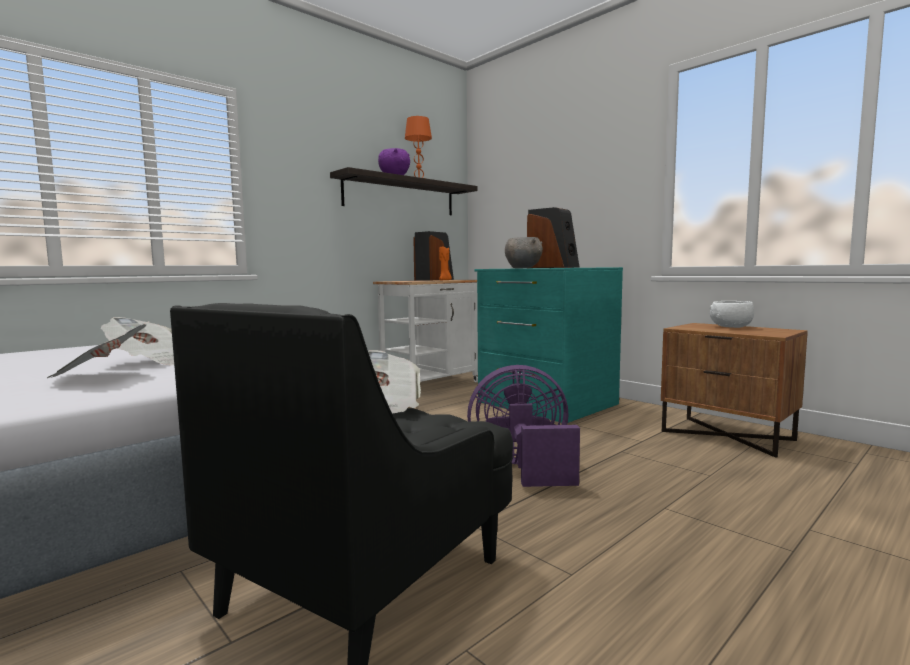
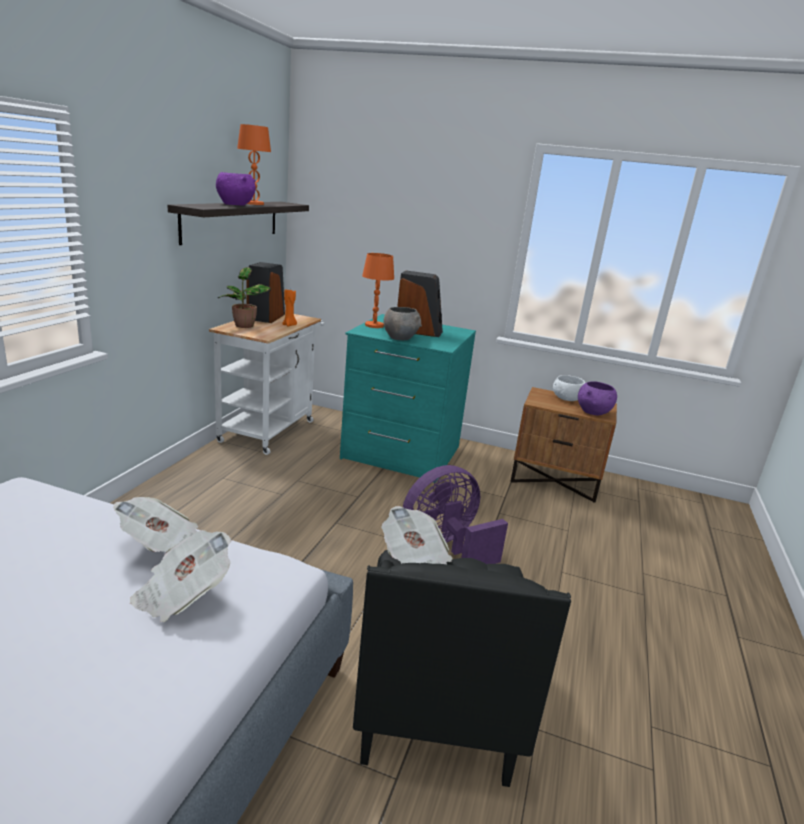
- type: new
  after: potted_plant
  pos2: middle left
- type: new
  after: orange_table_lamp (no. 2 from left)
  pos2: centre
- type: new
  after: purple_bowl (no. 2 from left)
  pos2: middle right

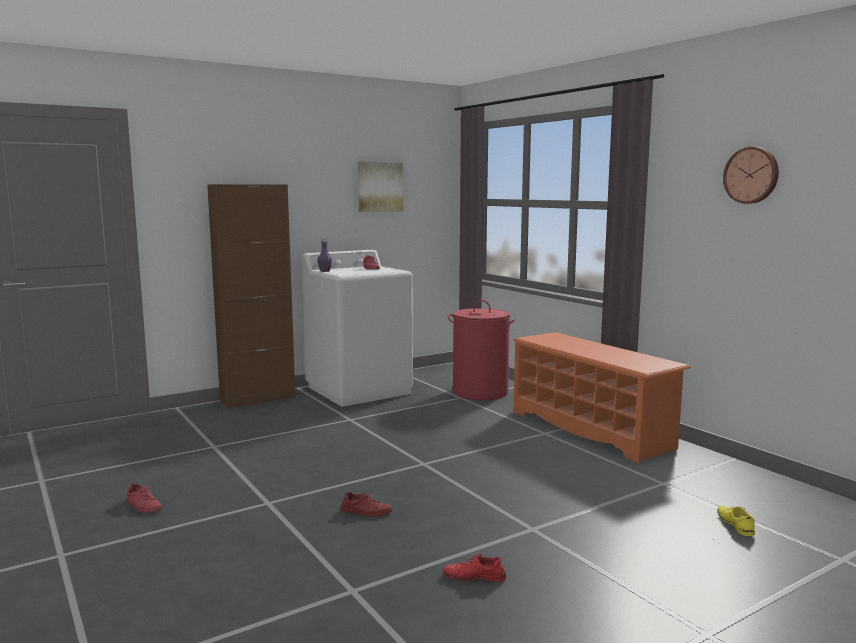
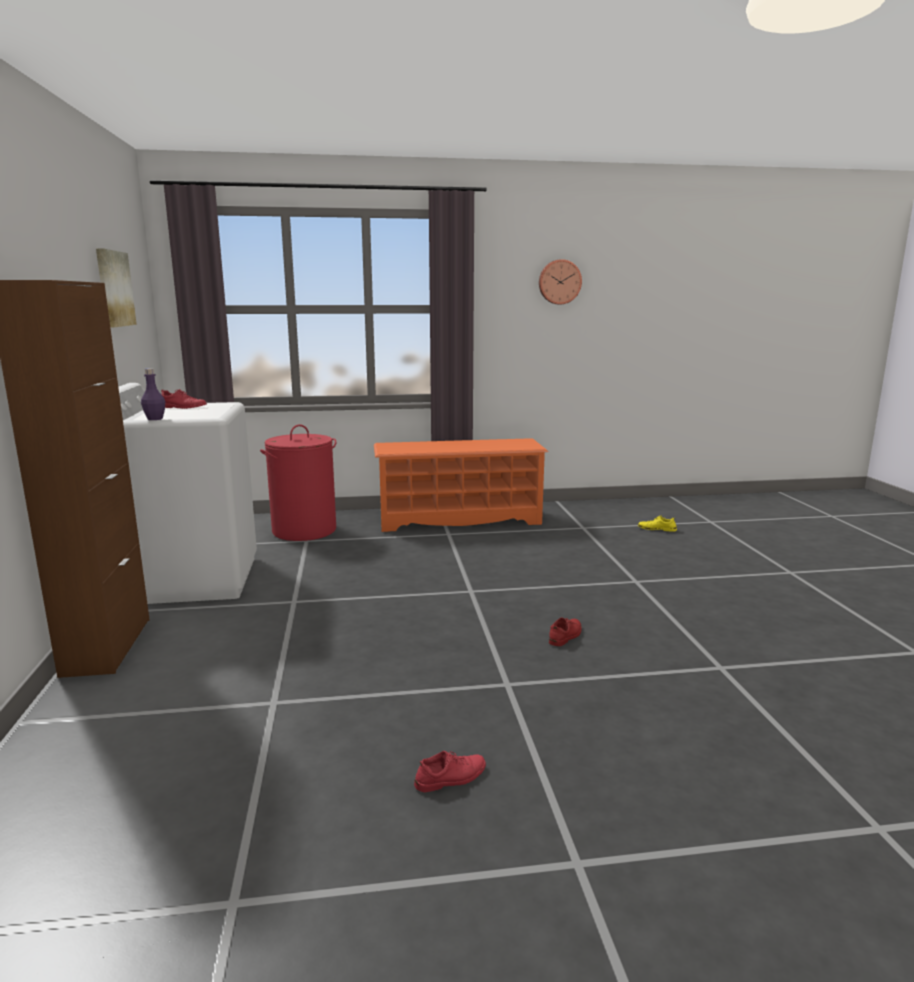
- type: gone
  before: red_shoe (no. 4 from left)
  pos1: bottom centre

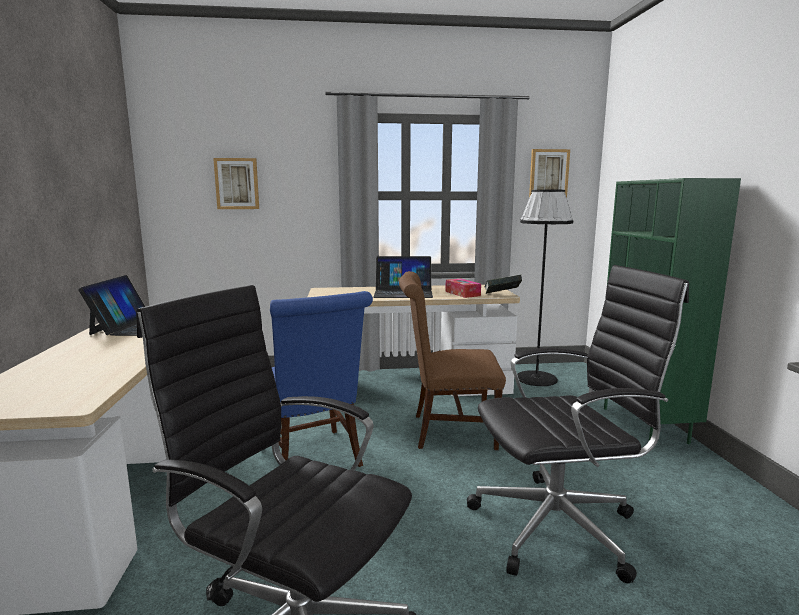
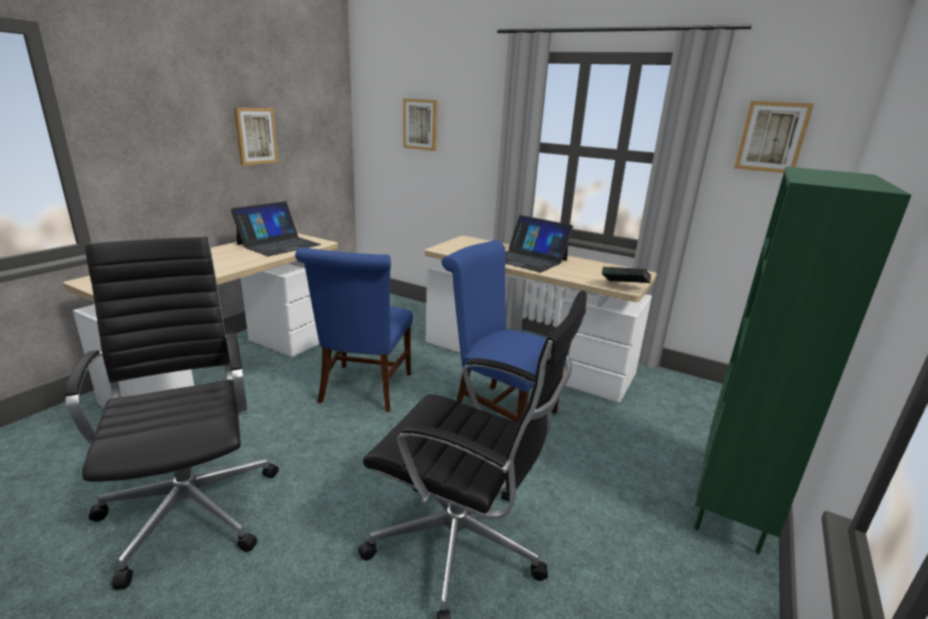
- type: gone
  before: tissue_box
  pos1: centre
- type: gone
  before: black_floor_lamp
  pos1: middle right
- type: new
  after: picture (no. 1 from left)
  pos2: top left
- type: repainted
  before: brown_chair
  after: blue_chair (no. 2 from left)
  pos1: centre
  pos2: centre

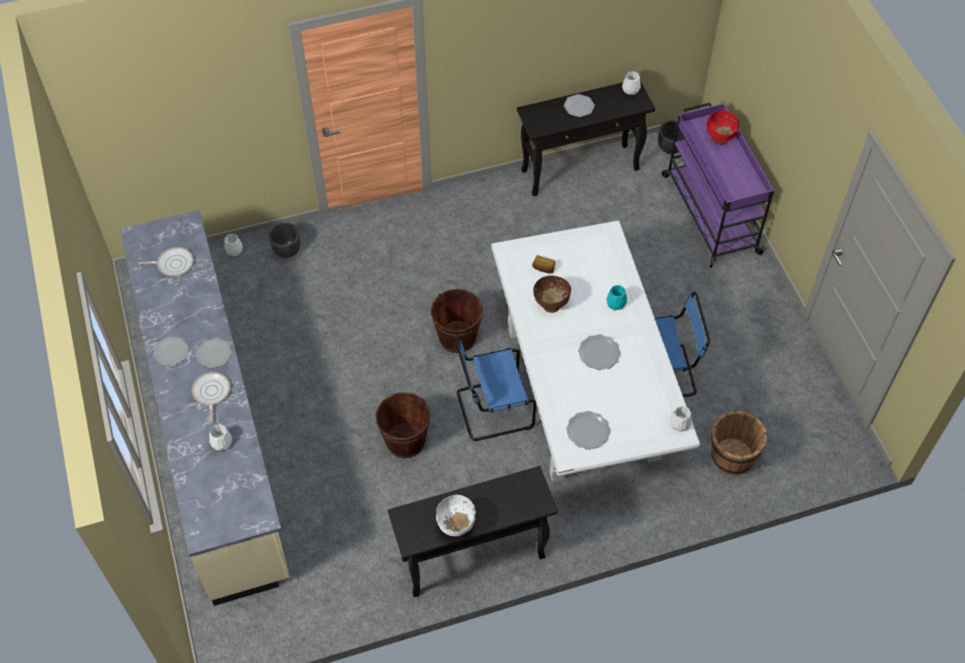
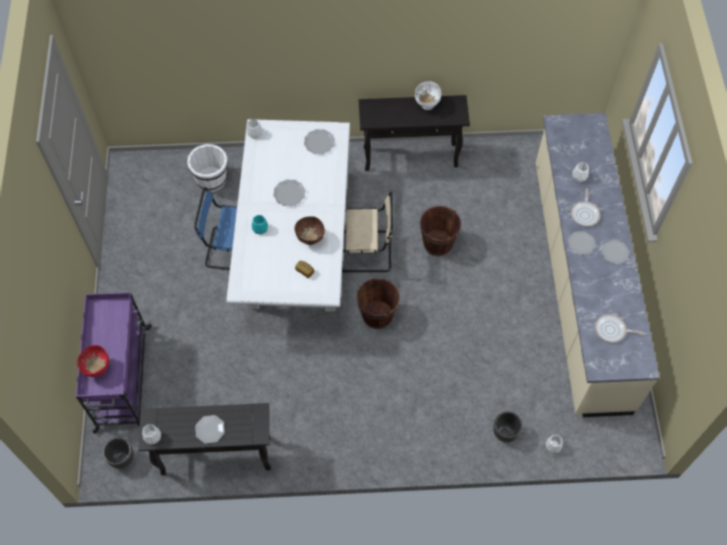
- type: repainted
  before: blue_chair (no. 1 from left)
  after: beige_chair
  pos1: centre
  pos2: centre
- type: repainted
  before: brown_bucket (no. 3 from left)
  after: white_bucket
  pos1: bottom right
  pos2: top left

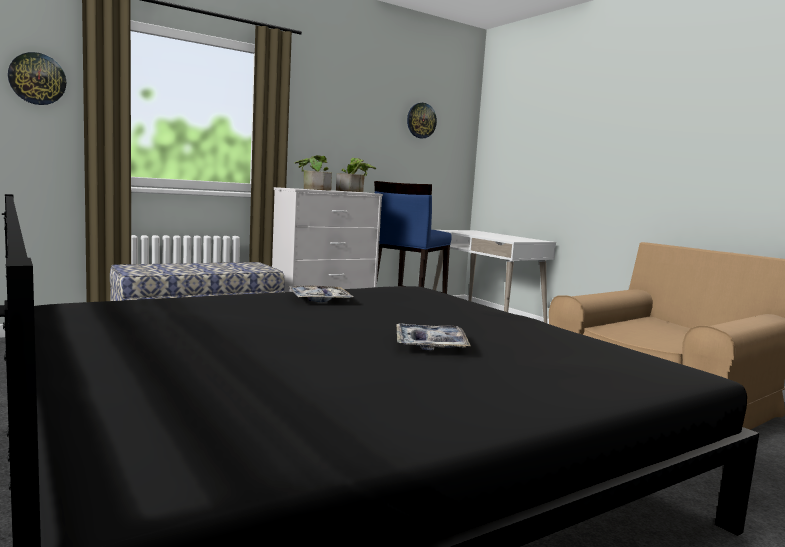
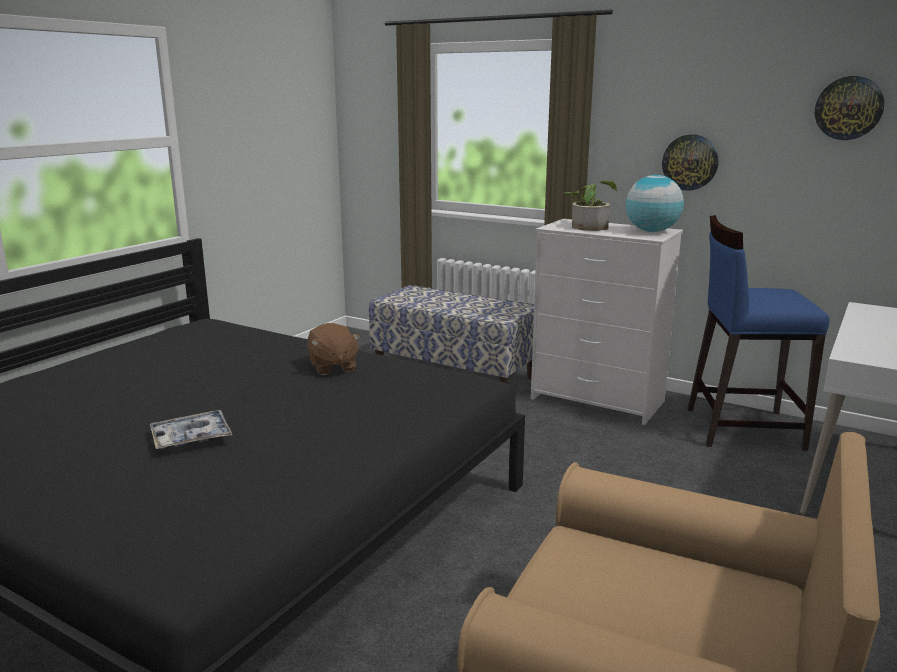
- type: shifted
  before: wall_clock (no. 1 from left)
  pos1: top left
  pos2: top right
- type: swapped
  before: tray (no. 1 from left)
  after: brown_plush_toy
  pos1: centre
  pos2: centre
- type: swapped
  before: potted_plant (no. 2 from left)
  after: globe
  pos1: top centre
  pos2: top right

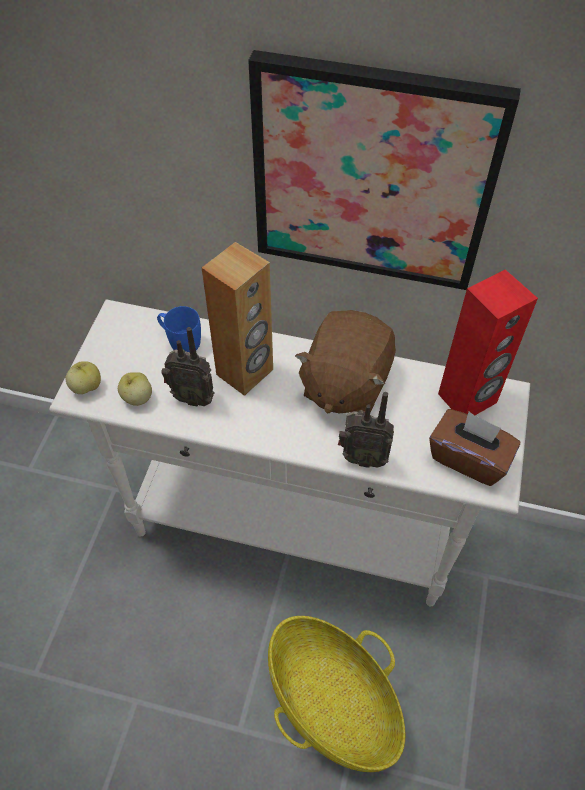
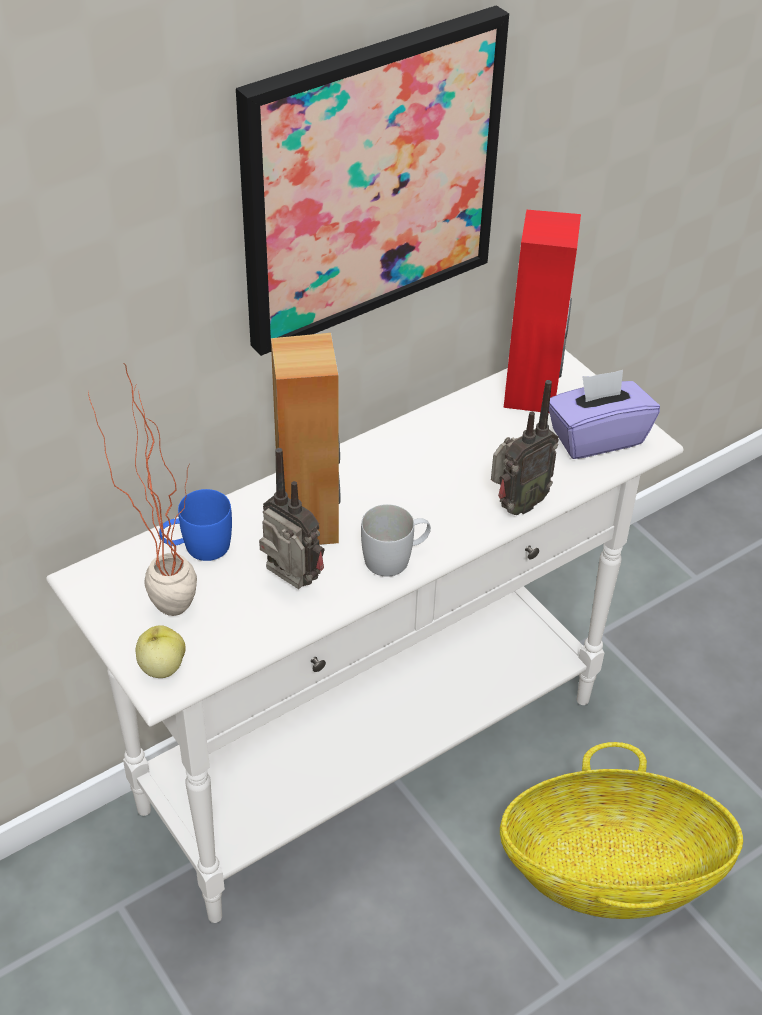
- type: gone
  before: apple (no. 2 from left)
  pos1: middle left
- type: gone
  before: brown_plush_toy
  pos1: centre
- type: new
  after: potted_plant
  pos2: middle left
- type: new
  after: white_mug
  pos2: centre
- type: repainted
  before: brown_tissue_box
  after: purple_tissue_box
  pos1: middle right
  pos2: middle right
- type: rotated
  before: radio (no. 1 from left)
  pos1: middle left
  pos2: centre
  turn: -105

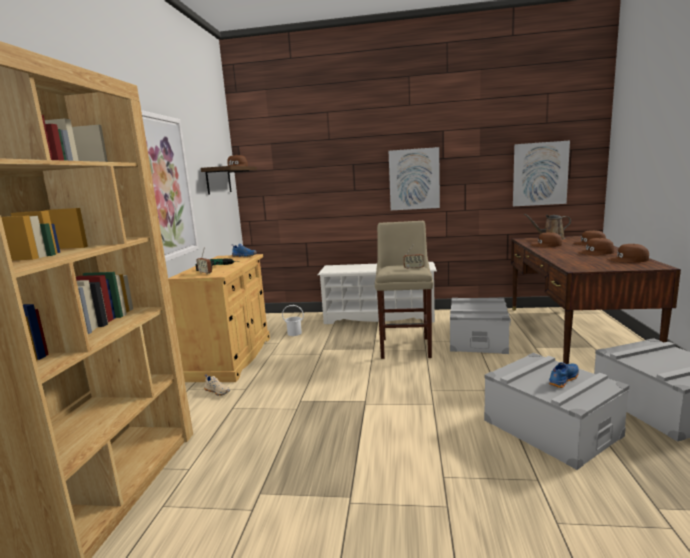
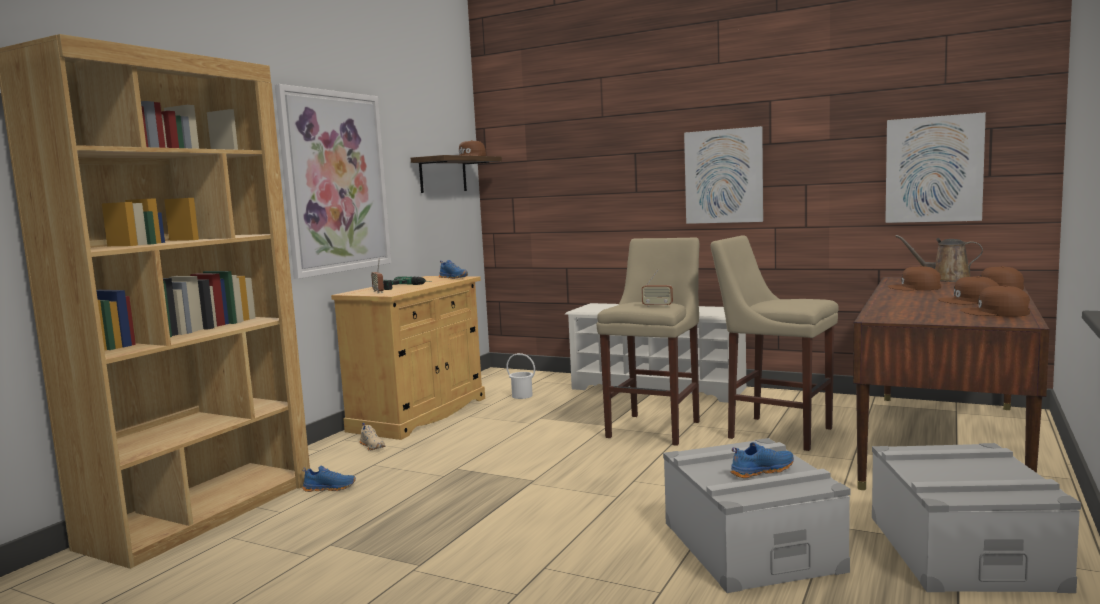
- type: new
  after: blue_shoe (no. 1 from left)
  pos2: bottom left
- type: swapped
  before: grey_storage_box (no. 1 from left)
  after: beige_stool (no. 2 from left)
  pos1: middle right
  pos2: middle right

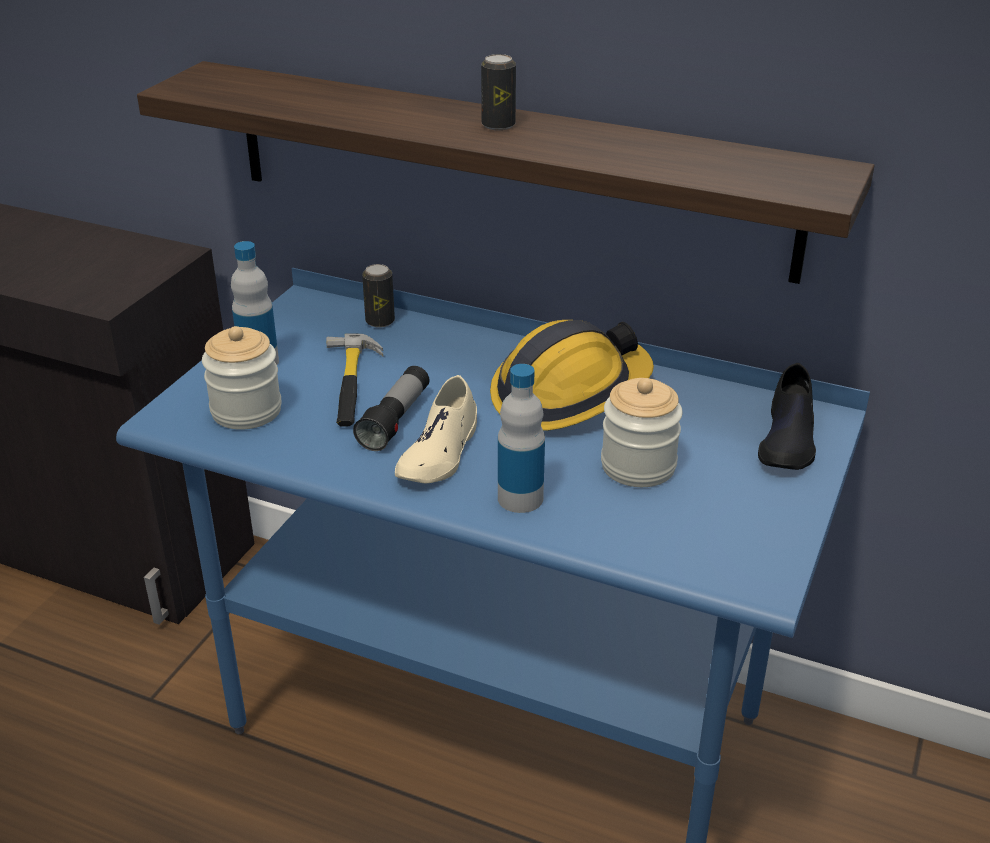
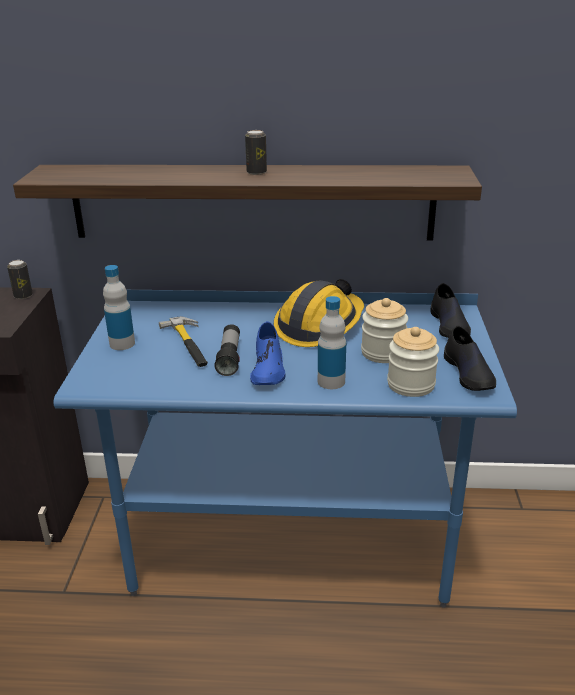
- type: new
  after: black_shoe (no. 2 from left)
  pos2: middle right
- type: shifted
  before: jar (no. 1 from left in the first image)
  after: jar (no. 2 from left)
  pos1: middle left
  pos2: middle right
- type: shifted
  before: can (no. 1 from left)
  pos1: centre
  pos2: middle left
- type: repainted
  before: beige_shoe
  after: blue_shoe
  pos1: centre
  pos2: centre

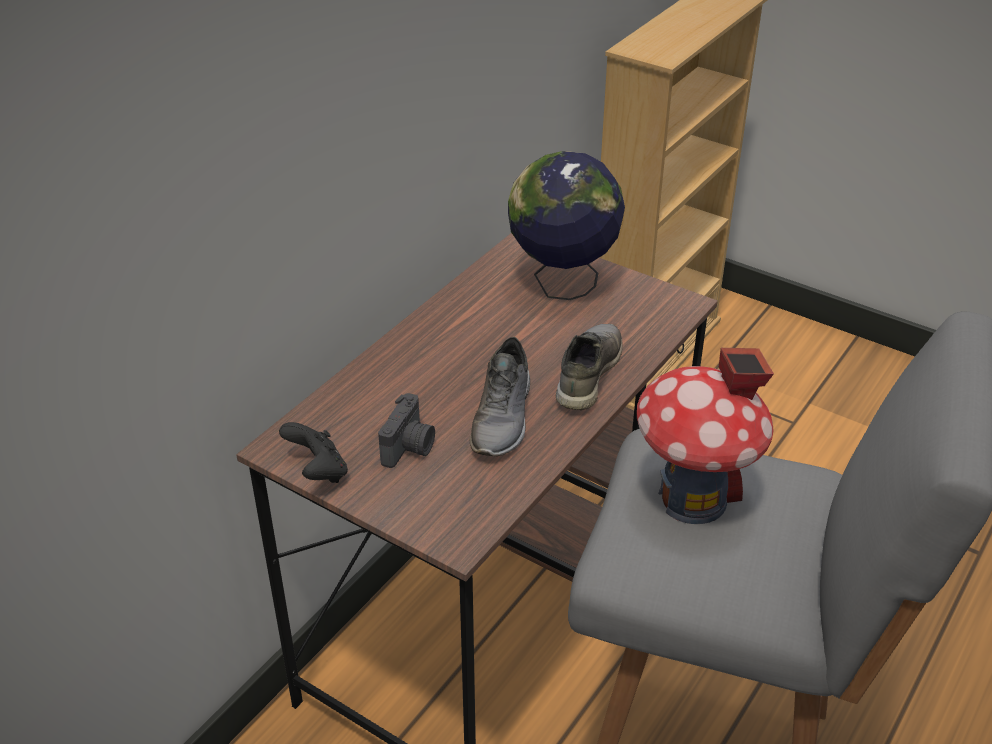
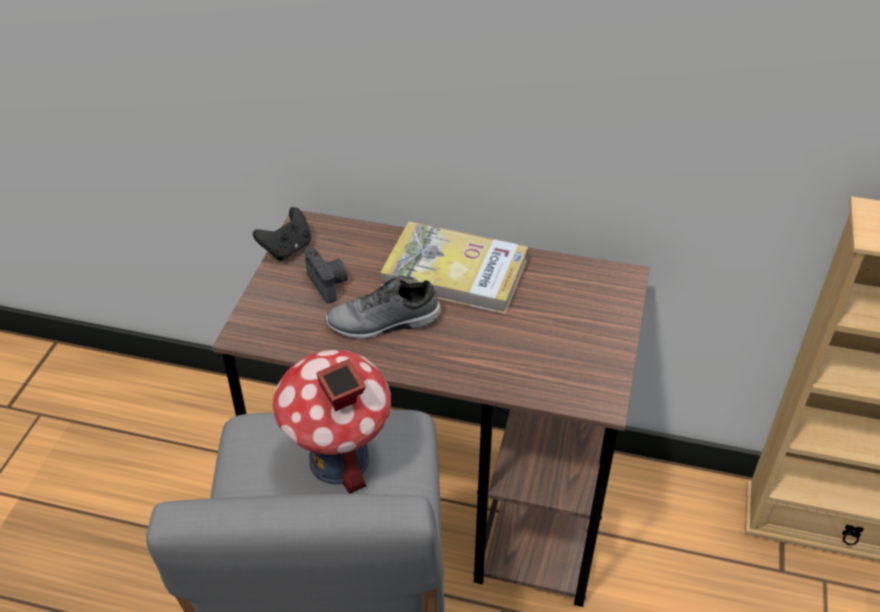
- type: gone
  before: globe
  pos1: top centre
- type: gone
  before: grey_shoe (no. 2 from left)
  pos1: centre
- type: new
  after: book
  pos2: centre
- type: rotated
  before: photo_camera
  pos1: centre
  pos2: centre
  turn: -120

